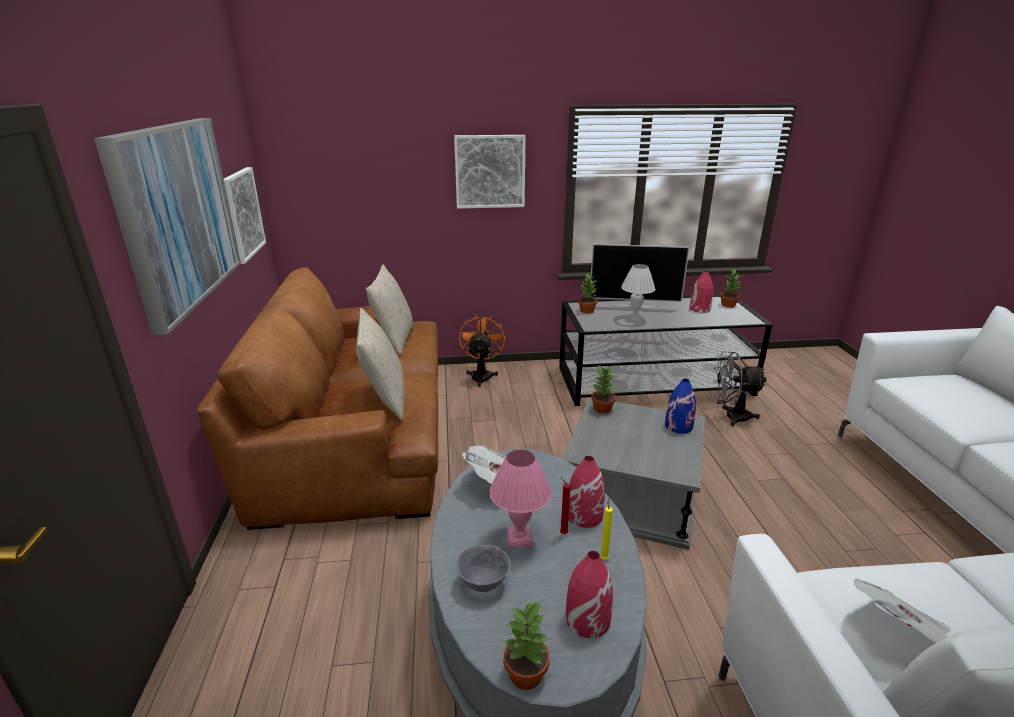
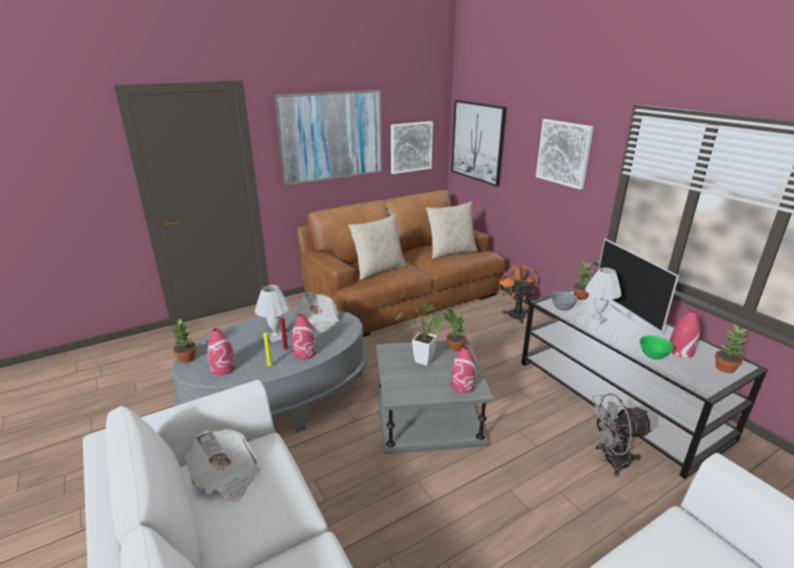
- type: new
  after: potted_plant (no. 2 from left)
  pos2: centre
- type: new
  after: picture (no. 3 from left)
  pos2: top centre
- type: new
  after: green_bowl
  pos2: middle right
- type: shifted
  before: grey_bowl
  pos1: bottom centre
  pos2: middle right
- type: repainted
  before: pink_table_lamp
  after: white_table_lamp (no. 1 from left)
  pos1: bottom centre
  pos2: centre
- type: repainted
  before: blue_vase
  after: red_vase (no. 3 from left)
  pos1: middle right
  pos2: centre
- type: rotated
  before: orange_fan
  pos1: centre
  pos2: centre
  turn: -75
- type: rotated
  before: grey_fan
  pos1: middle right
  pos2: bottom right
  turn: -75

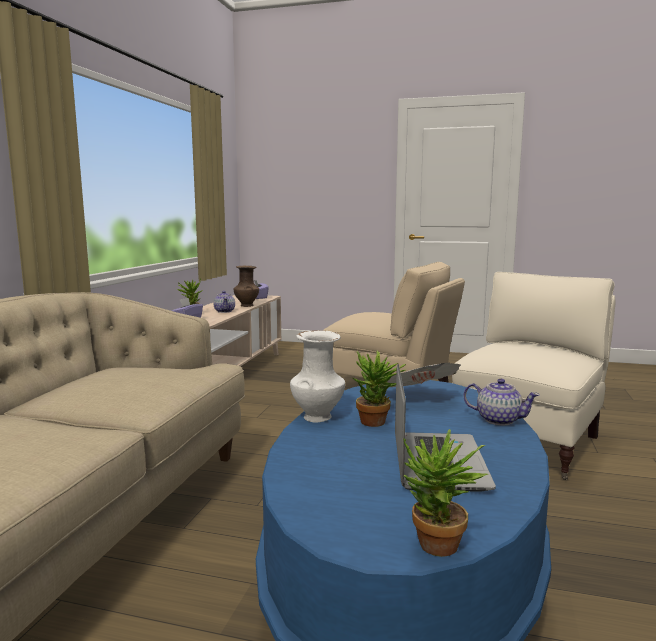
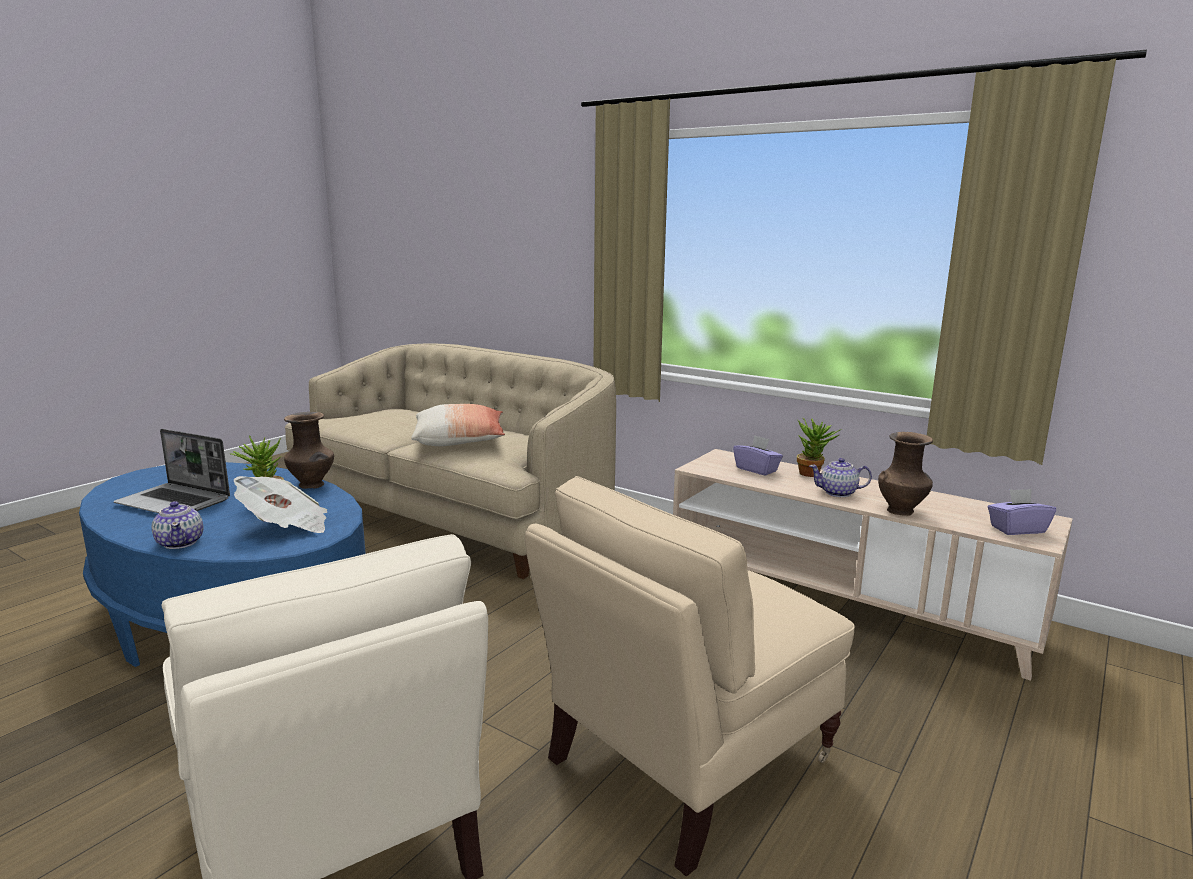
- type: gone
  before: potted_plant (no. 3 from left)
  pos1: bottom right
- type: new
  after: pillow
  pos2: centre
- type: repainted
  before: white_vase
  after: brown_vase (no. 1 from left)
  pos1: centre
  pos2: middle left
- type: rotated
  before: teapot (no. 2 from left in the first image)
  pos1: middle right
  pos2: middle left
  turn: -75

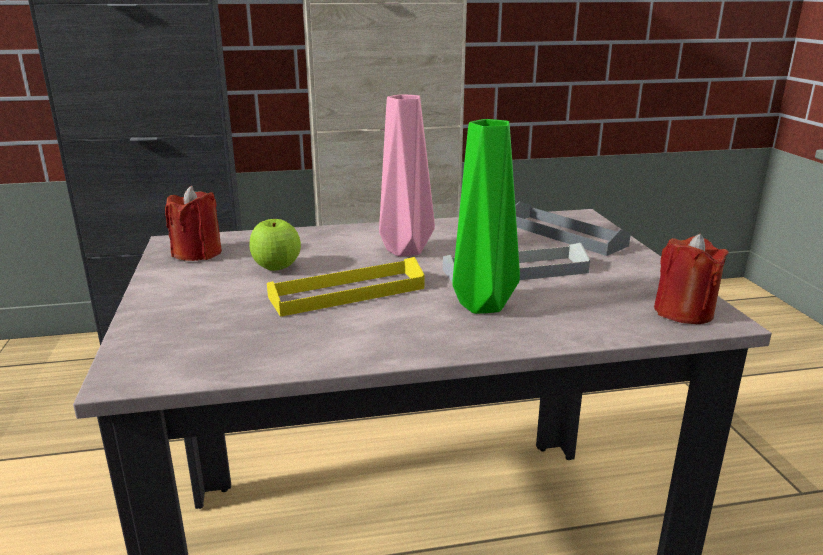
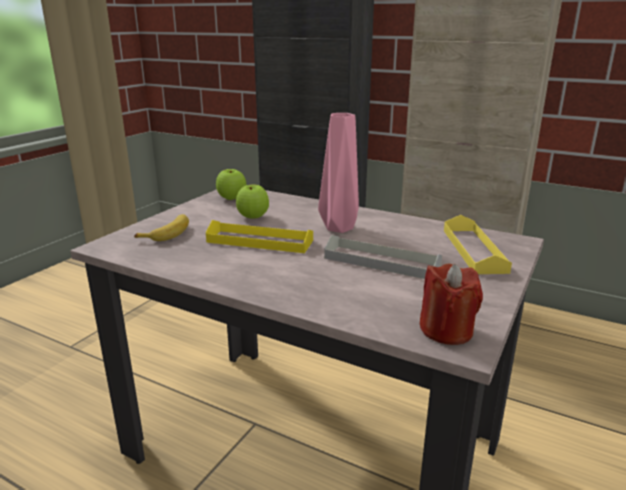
- type: gone
  before: green_vase
  pos1: centre
- type: new
  after: banana
  pos2: middle left
- type: swapped
  before: red_candle (no. 1 from left)
  after: apple (no. 1 from left)
  pos1: middle left
  pos2: centre
- type: repainted
  before: grey_tray (no. 2 from left)
  after: yellow_tray (no. 2 from left)
  pos1: middle right
  pos2: middle right

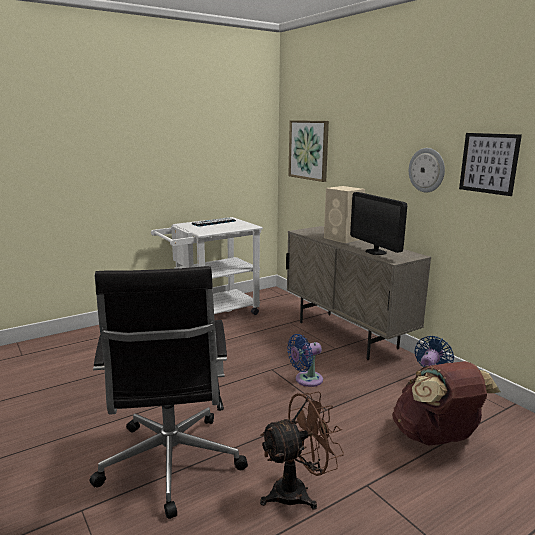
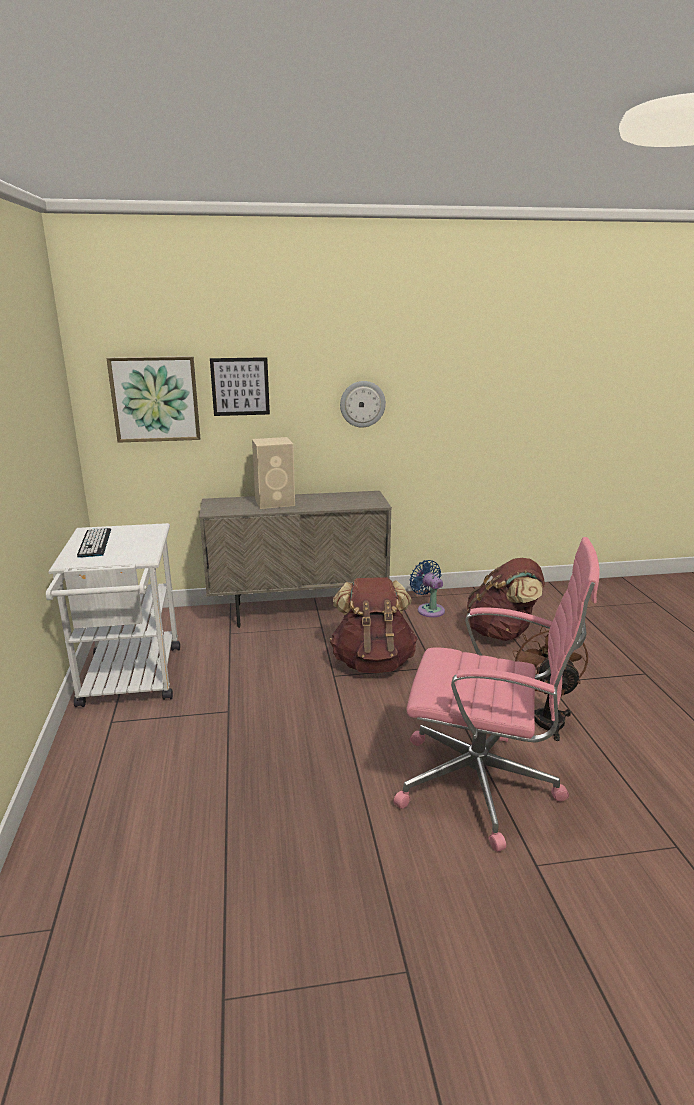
- type: gone
  before: monitor
  pos1: middle right
- type: shifted
  before: picture (no. 2 from left)
  pos1: top right
  pos2: centre
- type: swapped
  before: blue_fan (no. 1 from left)
  after: brown_backpack (no. 1 from left)
  pos1: bottom centre
  pos2: centre
- type: repainted
  before: black_office_chair
  after: pink_office_chair
  pos1: bottom left
  pos2: middle right

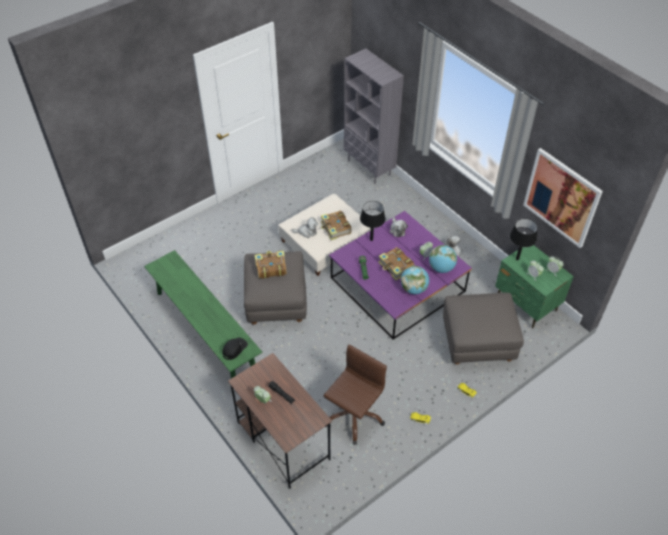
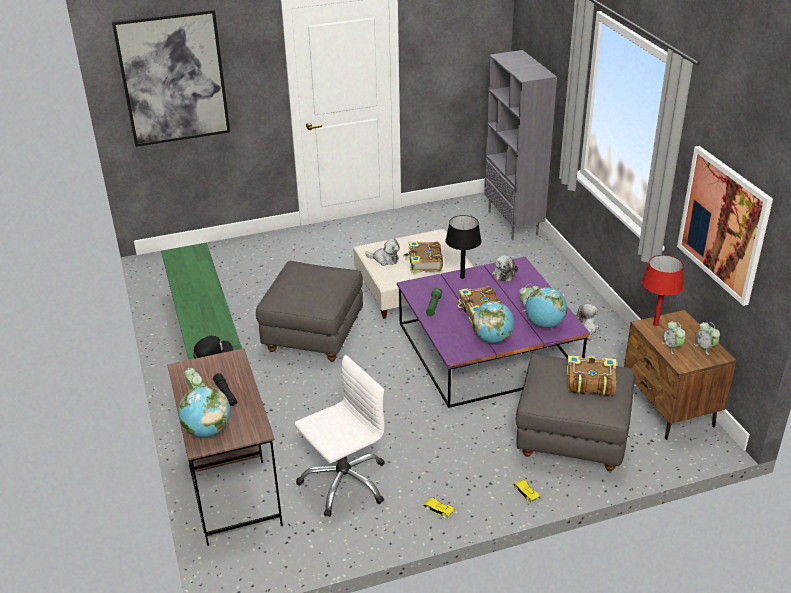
- type: new
  after: picture (no. 1 from left)
  pos2: top left
- type: new
  after: globe (no. 1 from left)
  pos2: bottom left
- type: shifted
  before: book (no. 1 from left in the first image)
  after: book (no. 3 from left)
  pos1: centre
  pos2: middle right
- type: repainted
  before: brown_office_chair
  after: white_office_chair
  pos1: bottom centre
  pos2: bottom centre
- type: repainted
  before: green_nightstand
  after: brown_nightstand
  pos1: middle right
  pos2: middle right
- type: repainted
  before: black_table_lamp (no. 2 from left)
  after: red_table_lamp
  pos1: middle right
  pos2: middle right

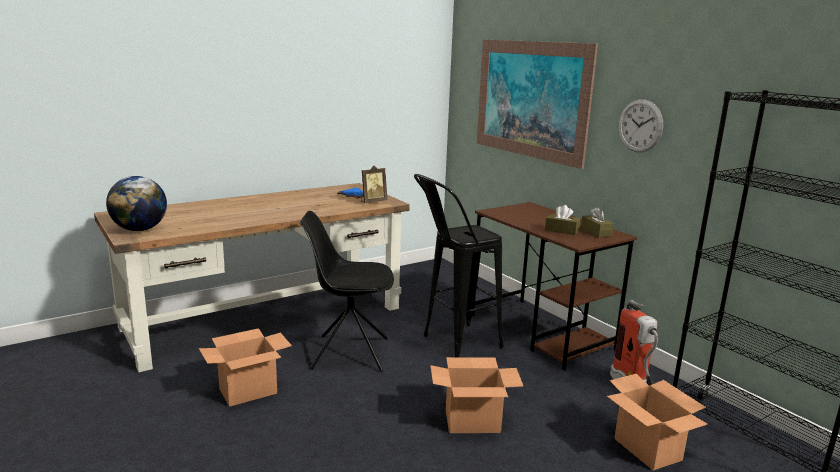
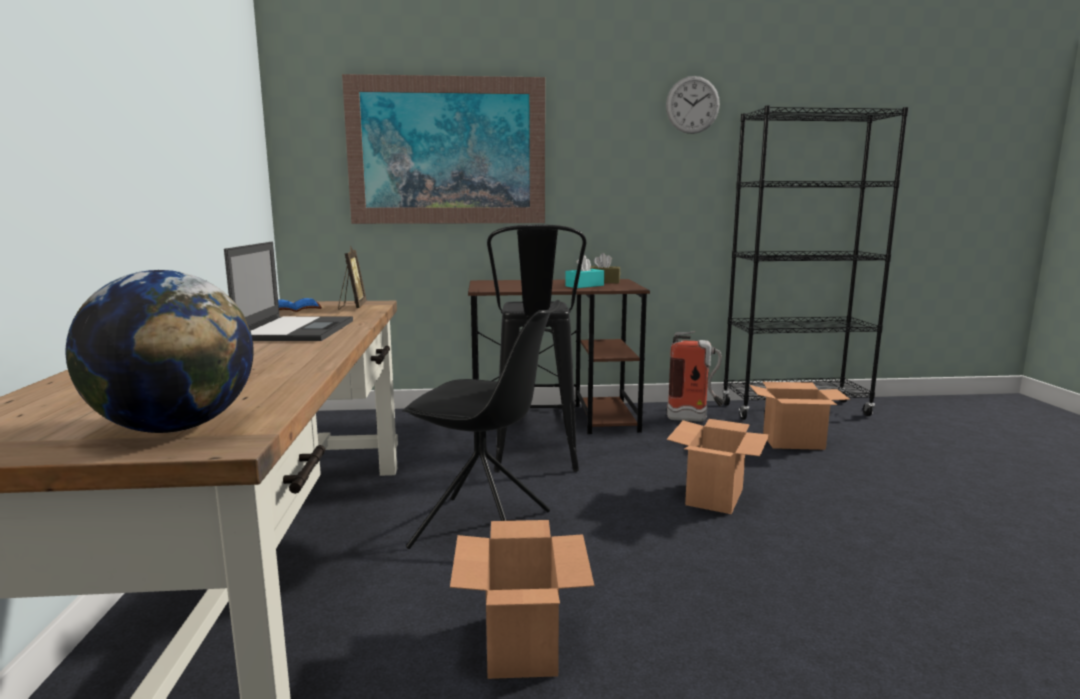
- type: new
  after: laptop
  pos2: middle left
- type: shifted
  before: wall_clock
  pos1: top right
  pos2: top centre
- type: repainted
  before: brown_tissue_box (no. 1 from left)
  after: turquoise_tissue_box
  pos1: middle right
  pos2: centre
- type: rotated
  before: black_chair
  pos1: centre
  pos2: centre
  turn: -105

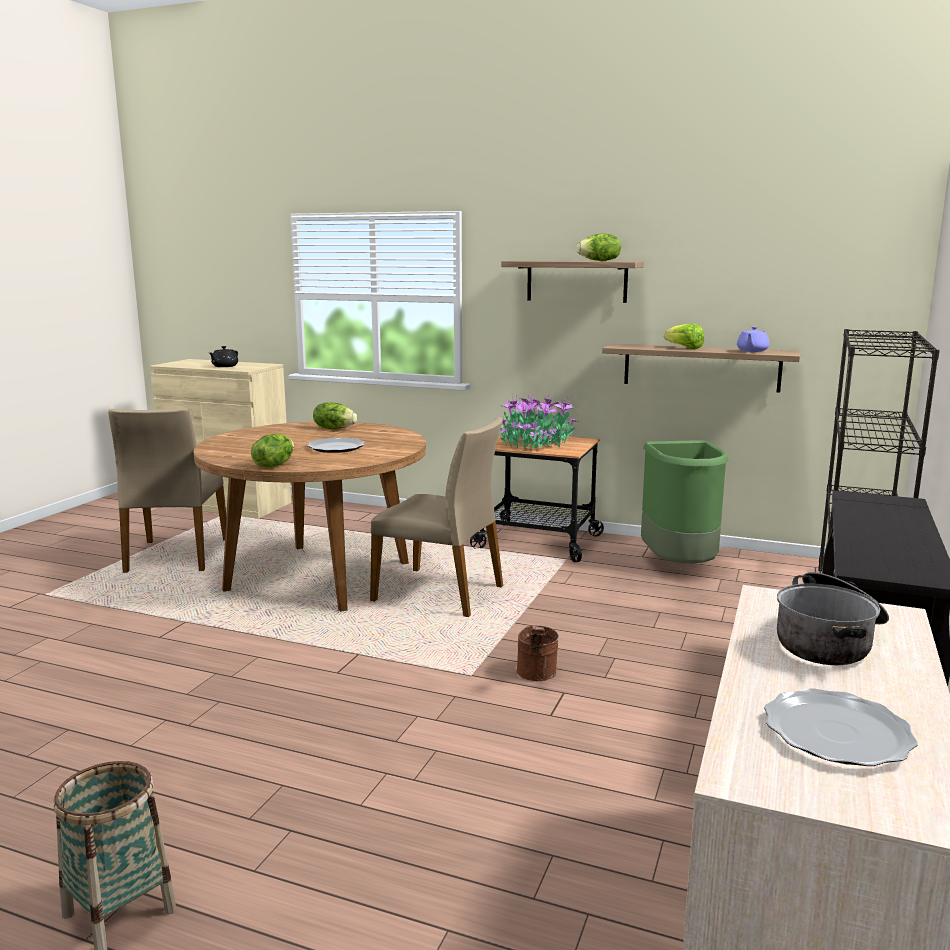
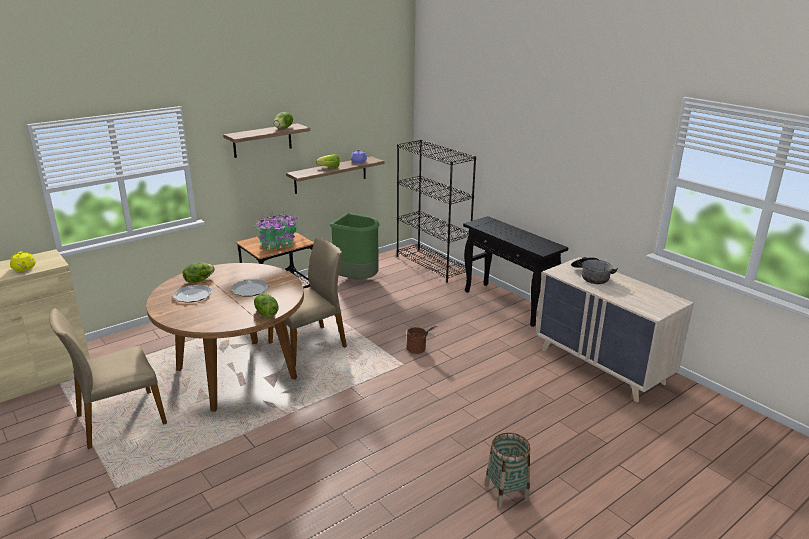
- type: shifted
  before: plate (no. 2 from left in the first image)
  after: plate (no. 1 from left)
  pos1: bottom right
  pos2: middle left
- type: repainted
  before: black_teapot
  after: yellow_teapot
  pos1: middle left
  pos2: middle left
- type: rotated
  before: beige_chair (no. 1 from left)
  pos1: middle left
  pos2: bottom left
  turn: 120

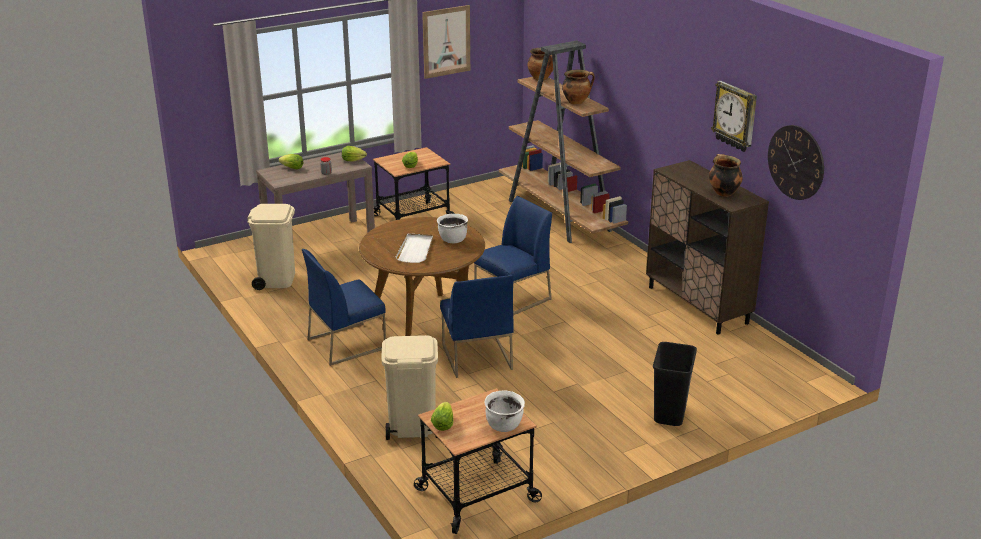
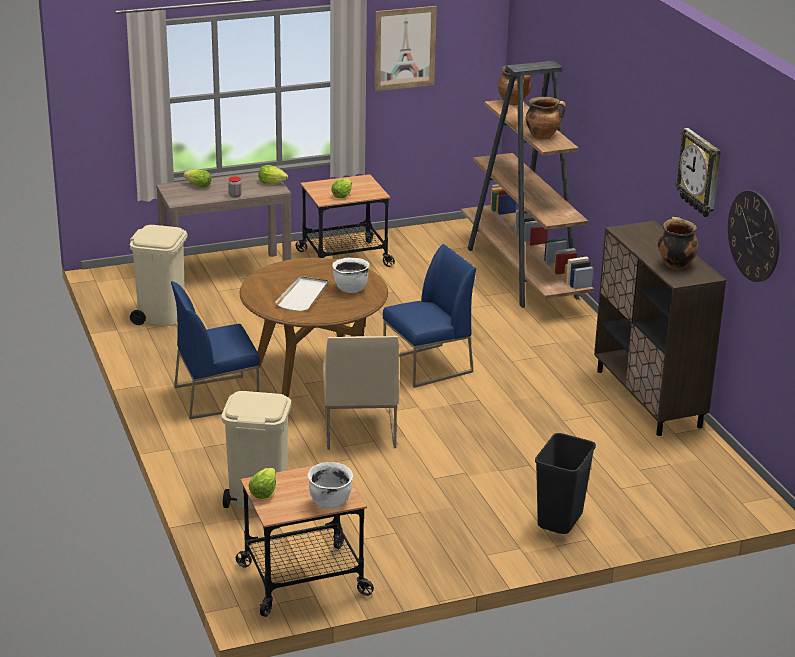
- type: repainted
  before: blue_chair (no. 2 from left)
  after: beige_chair
  pos1: centre
  pos2: centre

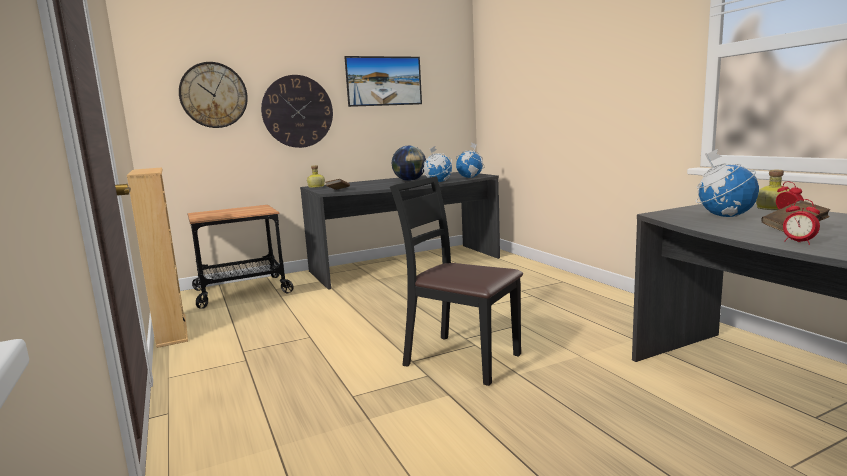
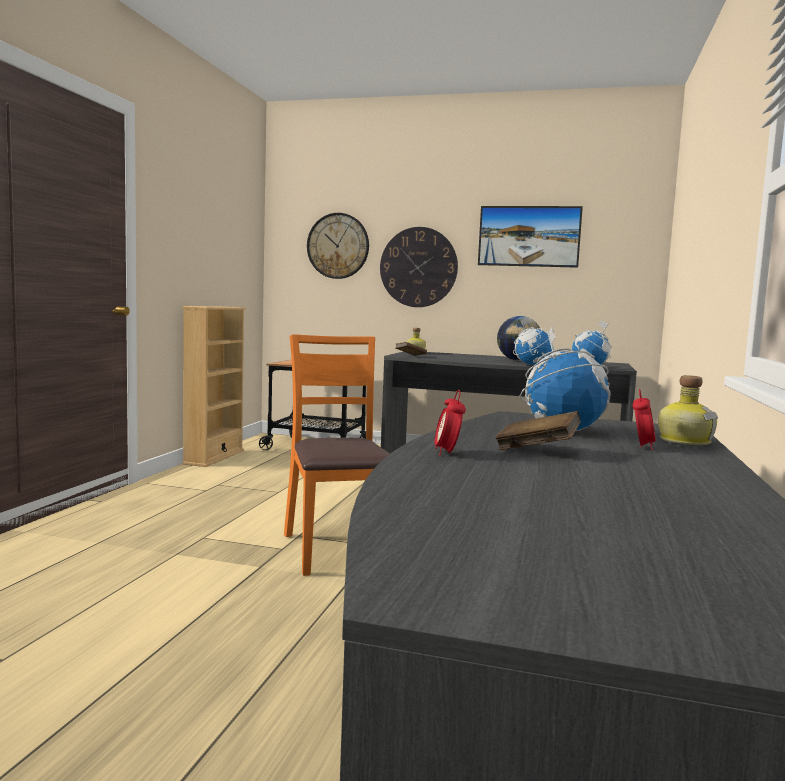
- type: repainted
  before: black_chair
  after: orange_chair
  pos1: centre
  pos2: centre

